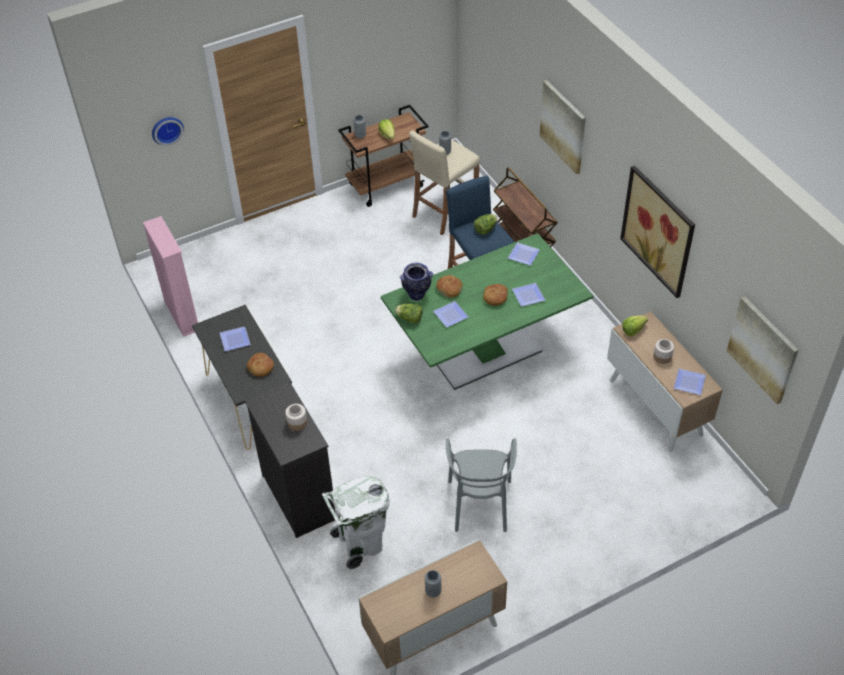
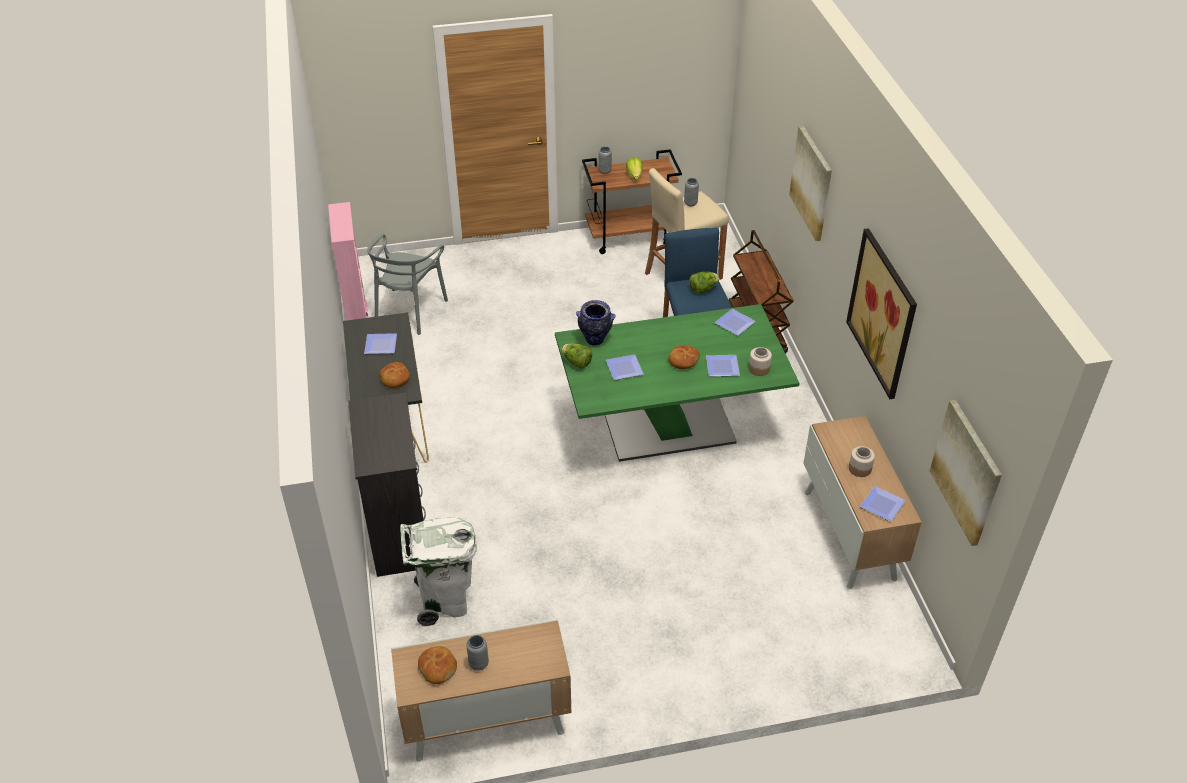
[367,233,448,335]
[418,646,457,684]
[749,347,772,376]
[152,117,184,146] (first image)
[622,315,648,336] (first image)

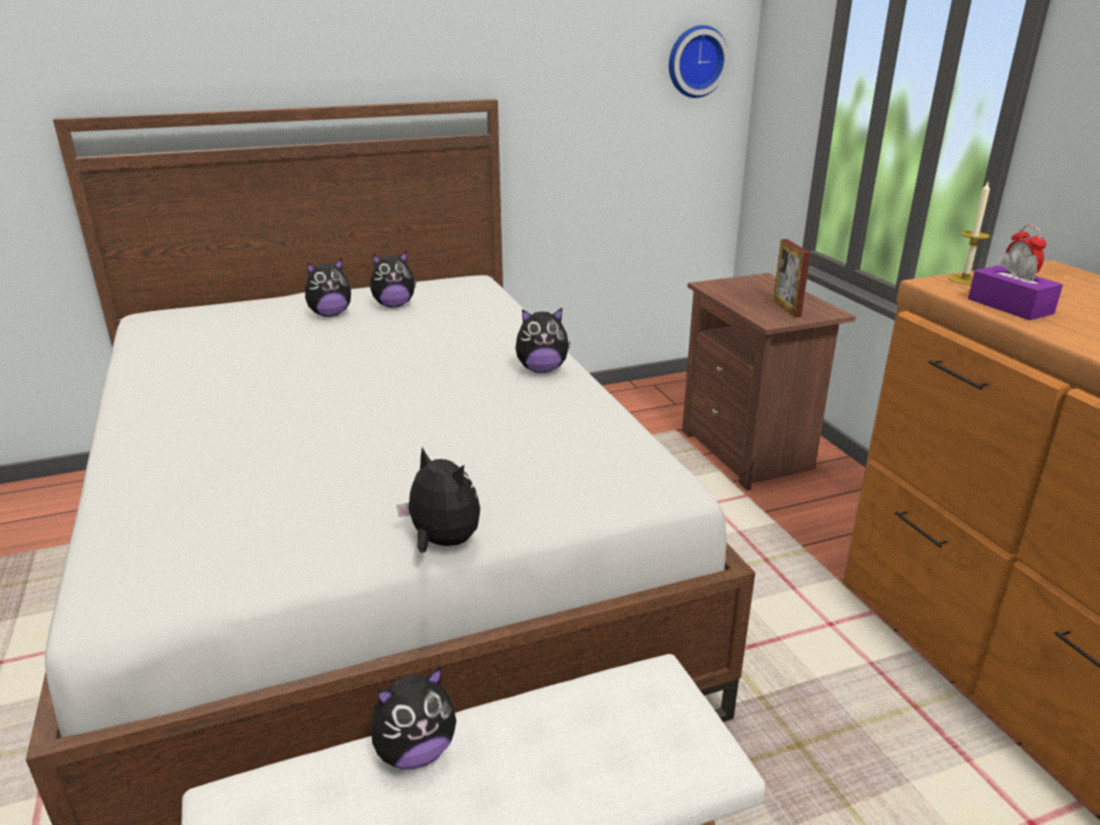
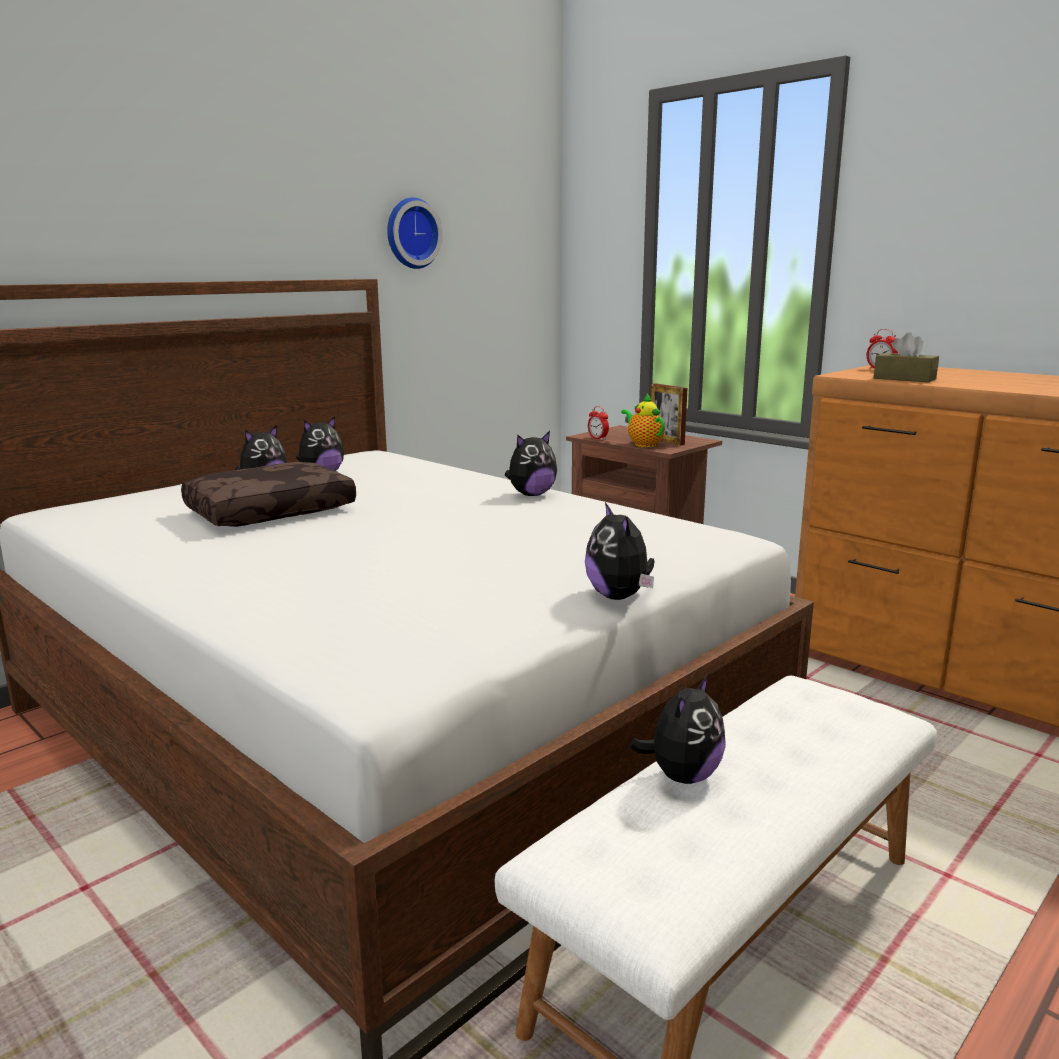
[181,462,356,527]
[387,197,443,269]
[585,502,655,600]
[588,406,609,440]
[621,394,665,448]
[874,332,939,382]
[948,182,990,285] (first image)

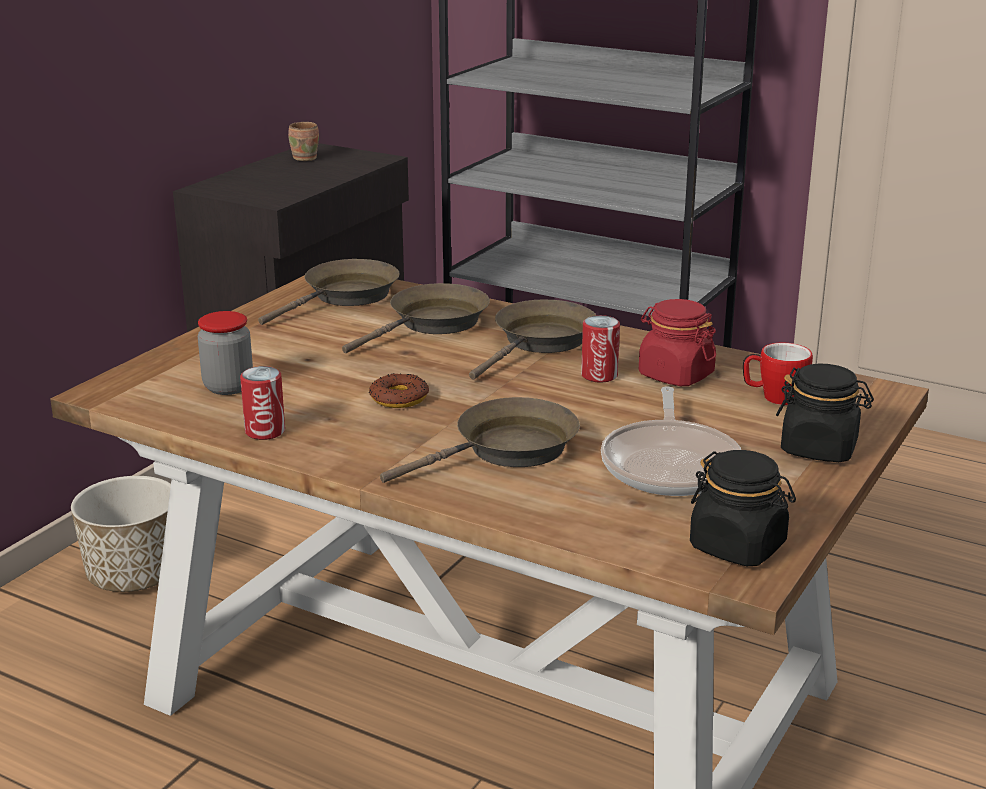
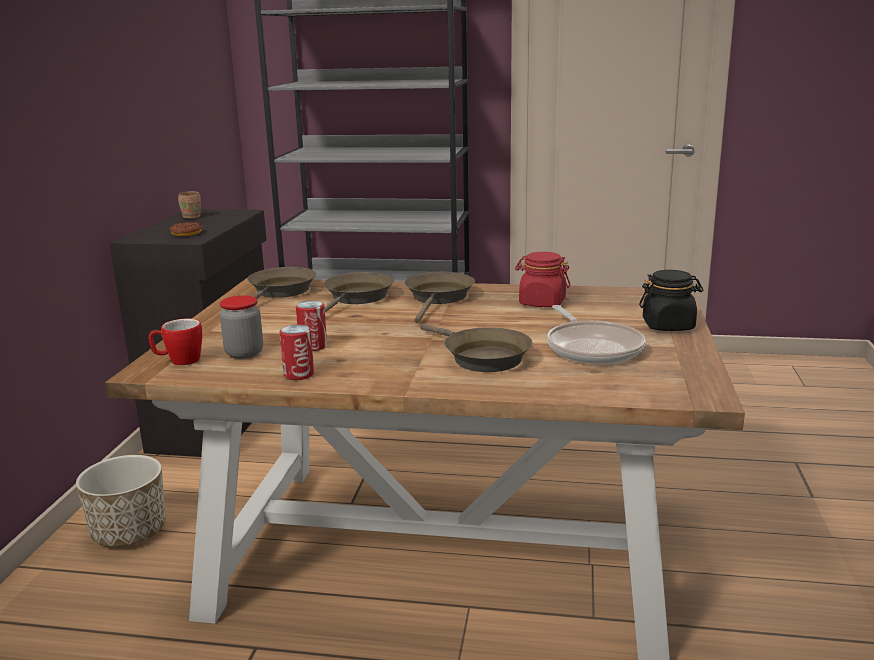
[148,318,202,365]
[169,222,202,236]
[296,300,327,351]
[420,324,532,372]
[690,450,796,566] (first image)

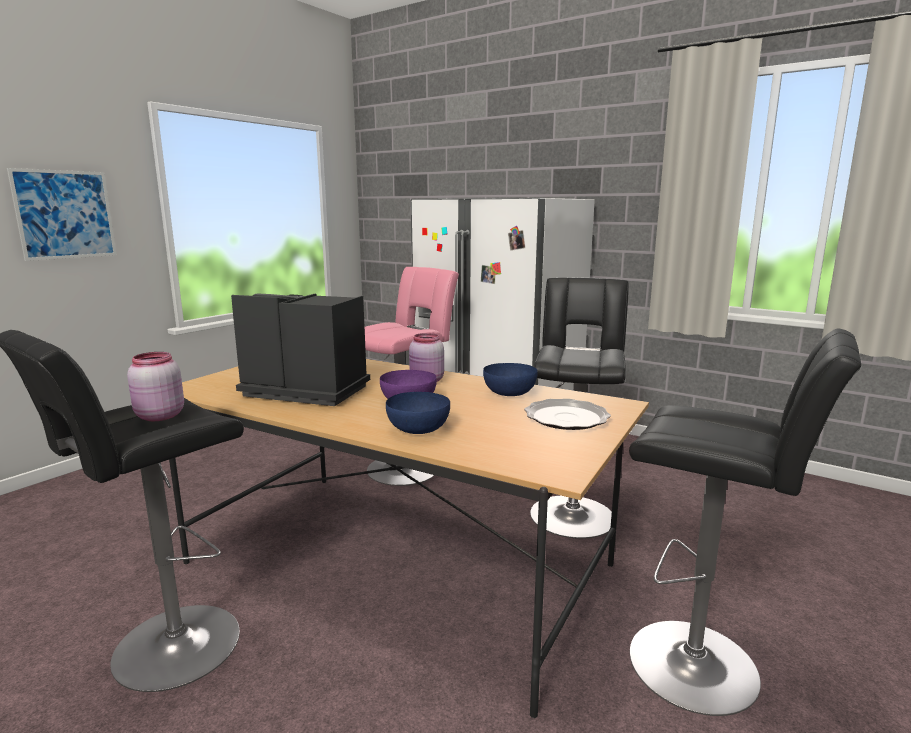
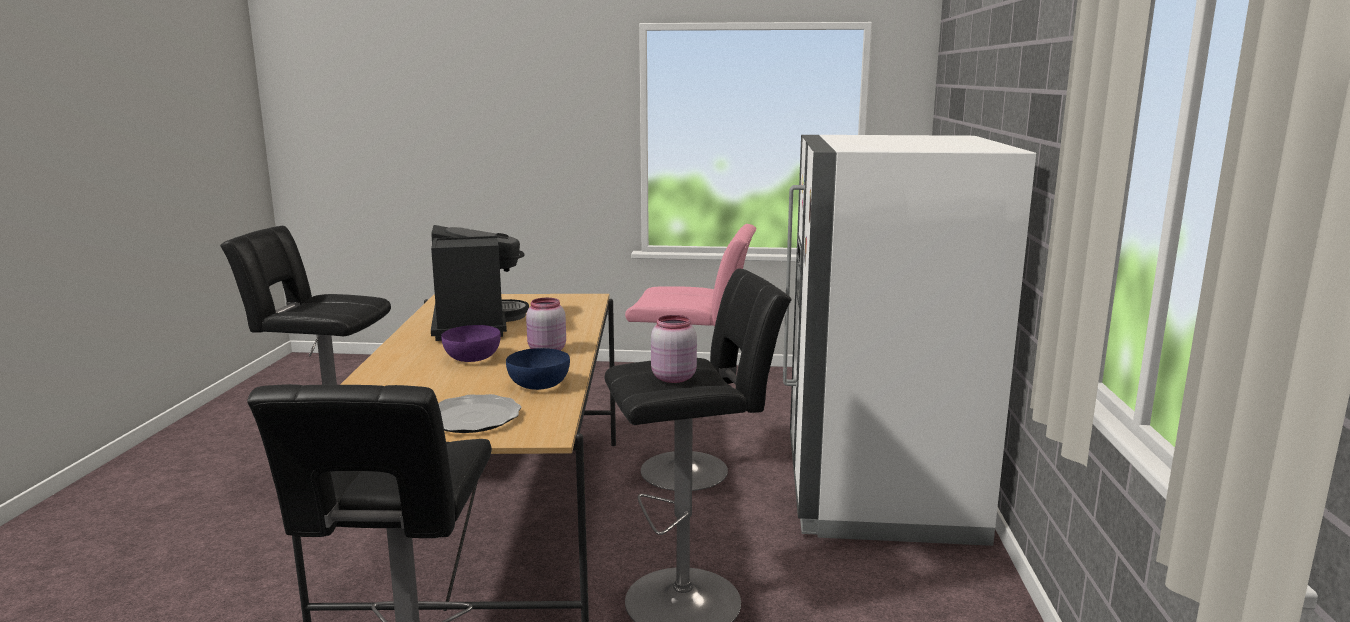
[651,315,697,383]
[7,168,117,261] (first image)
[386,392,450,434] (first image)

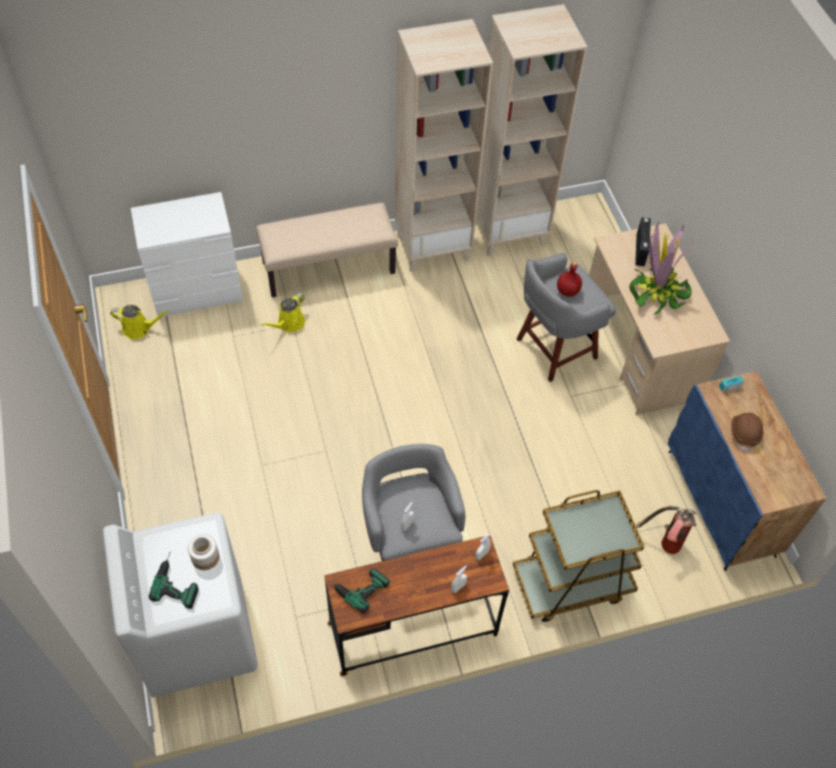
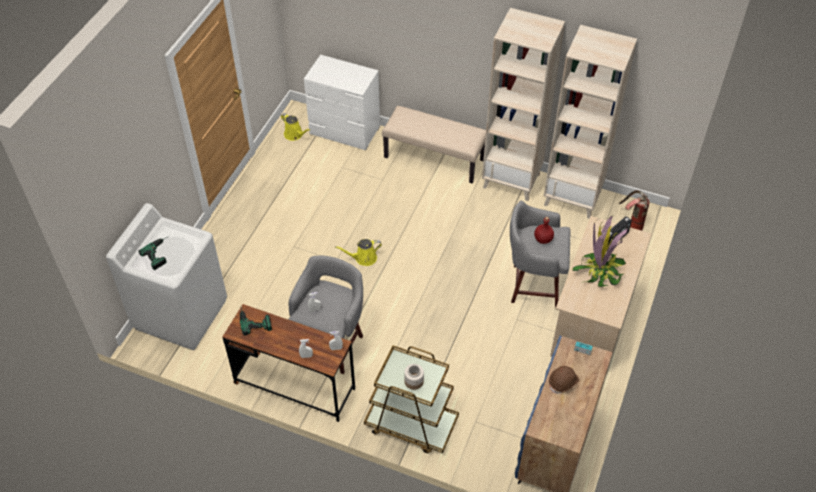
[335,239,382,266]
[404,364,424,390]
[619,190,650,231]

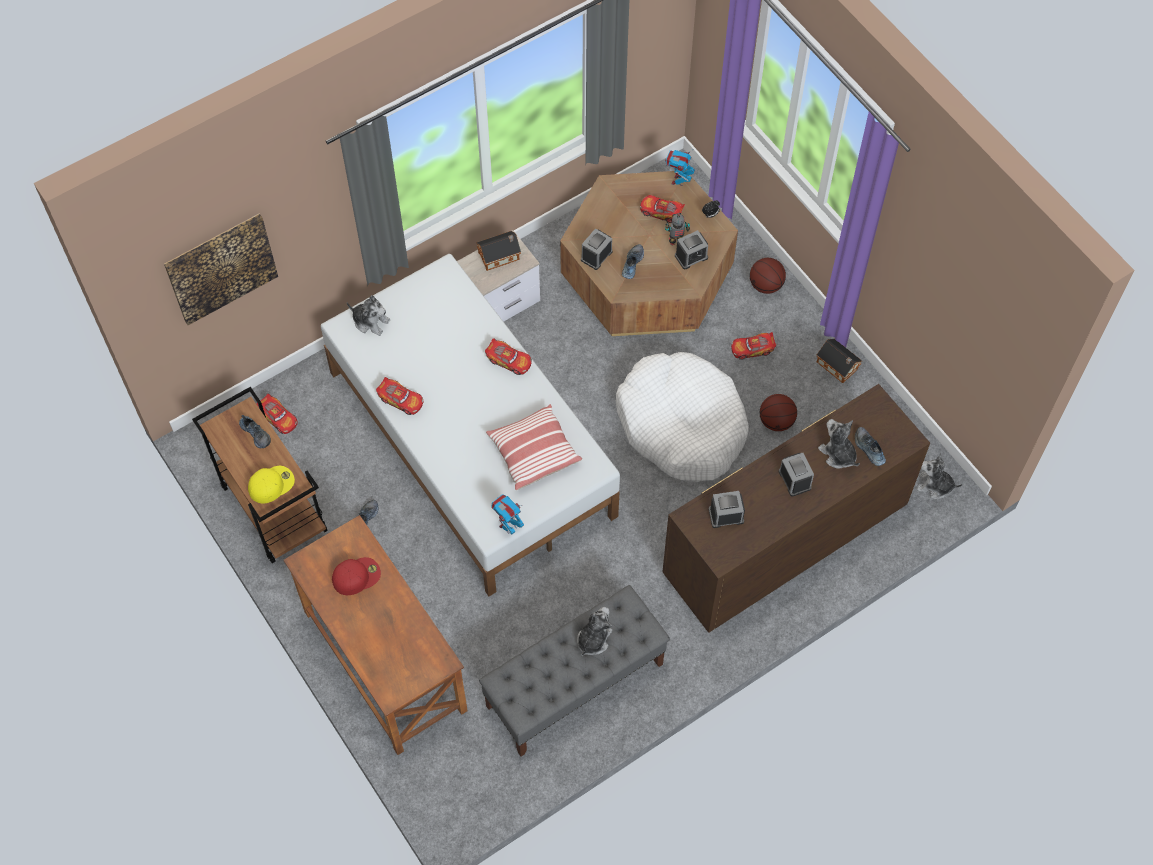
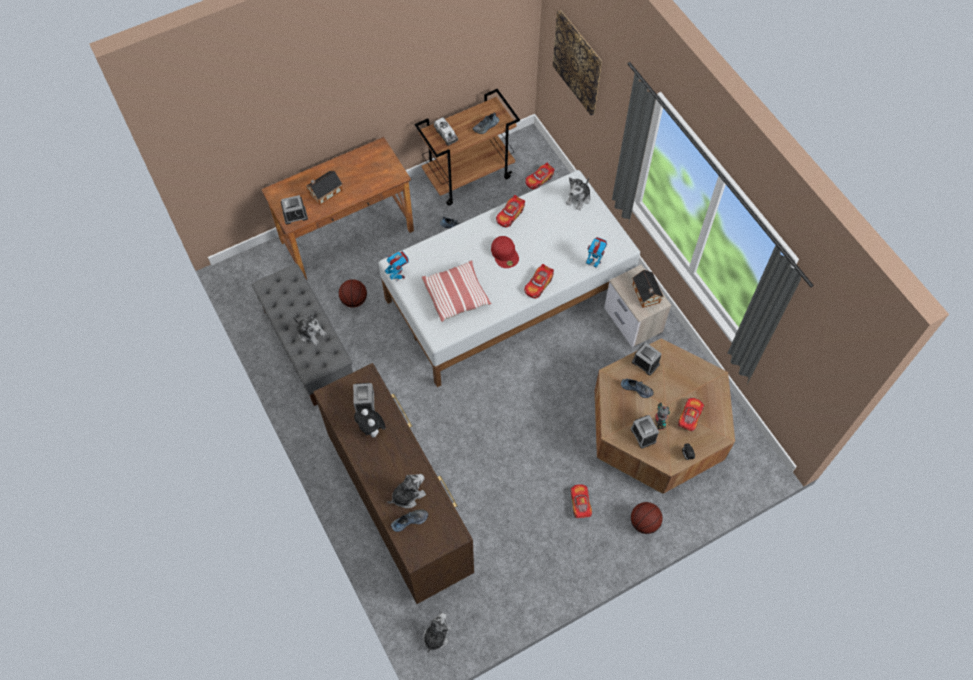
[281,195,308,224]
[306,171,342,205]
[339,279,367,308]
[354,408,386,439]
[434,117,458,146]
[491,236,519,268]
[586,237,607,268]
[616,352,749,482] (first image)

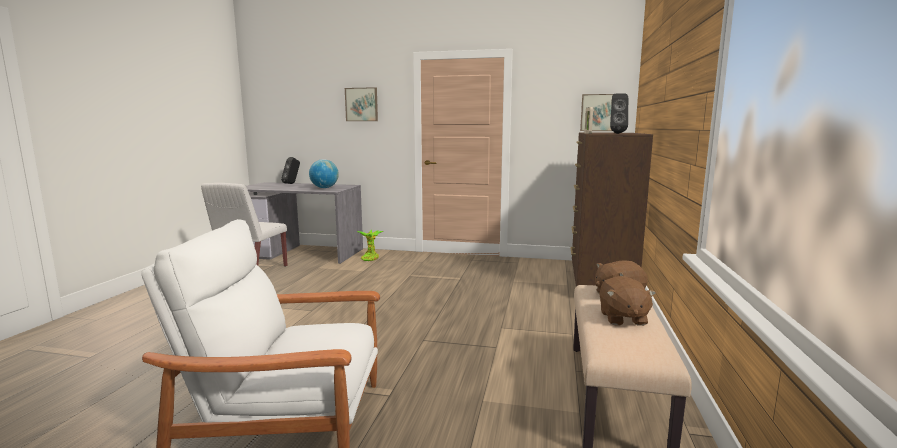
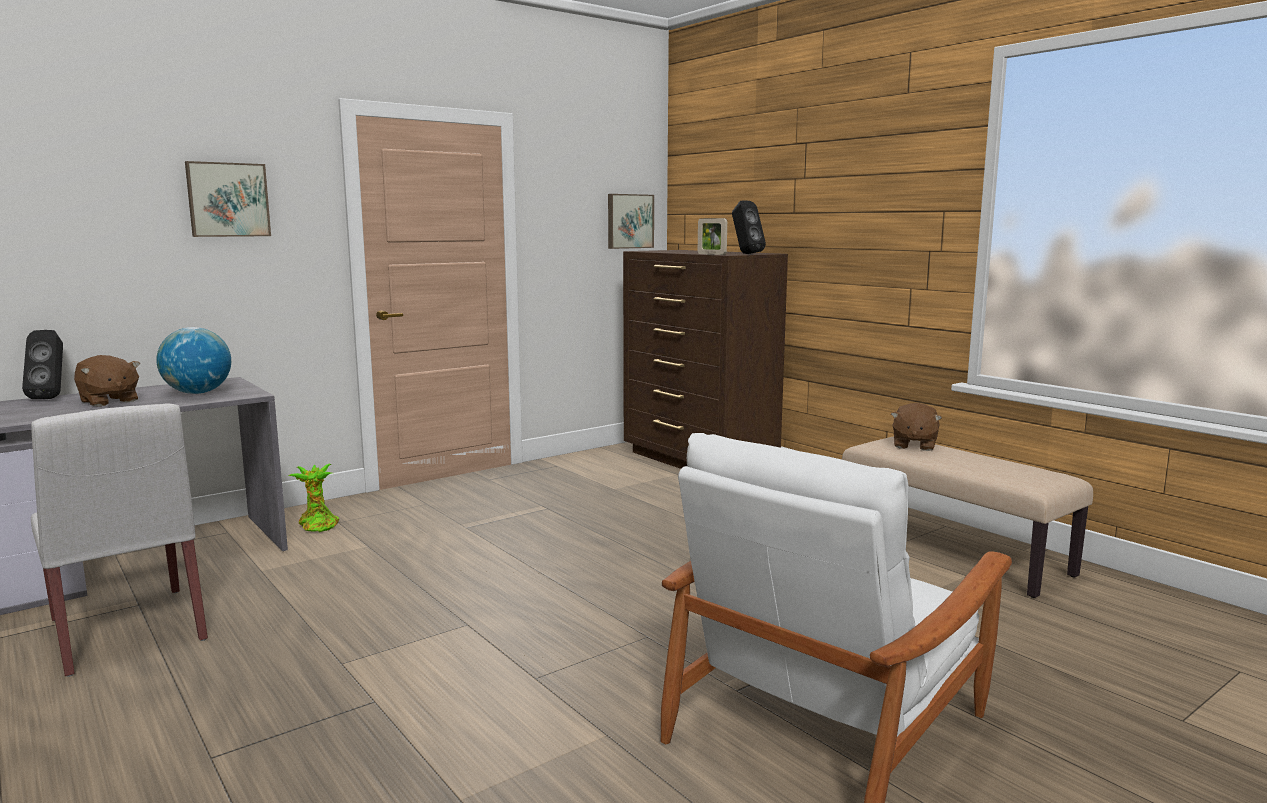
[74,355,140,407]

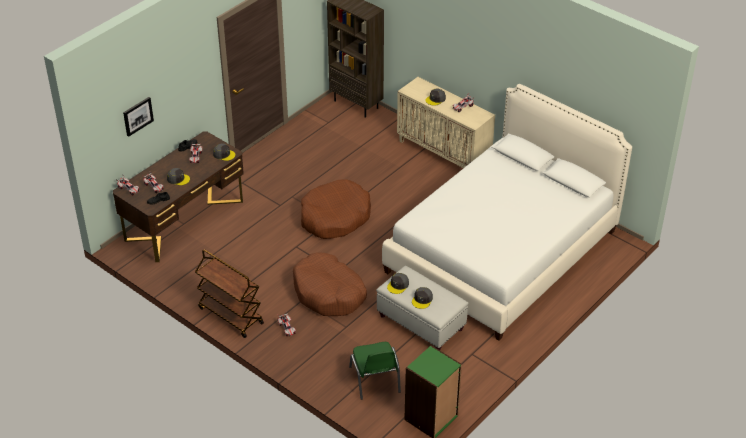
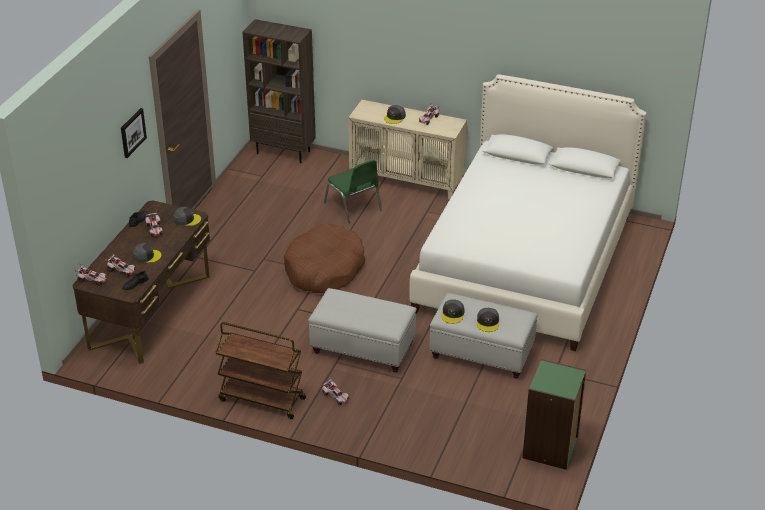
[121,108,147,158]
[308,288,416,373]
[324,160,382,223]

